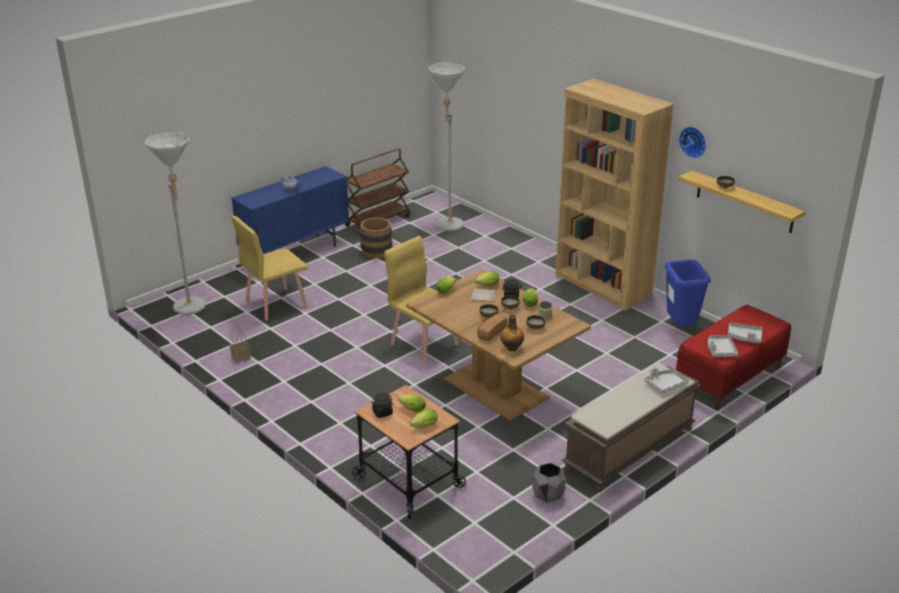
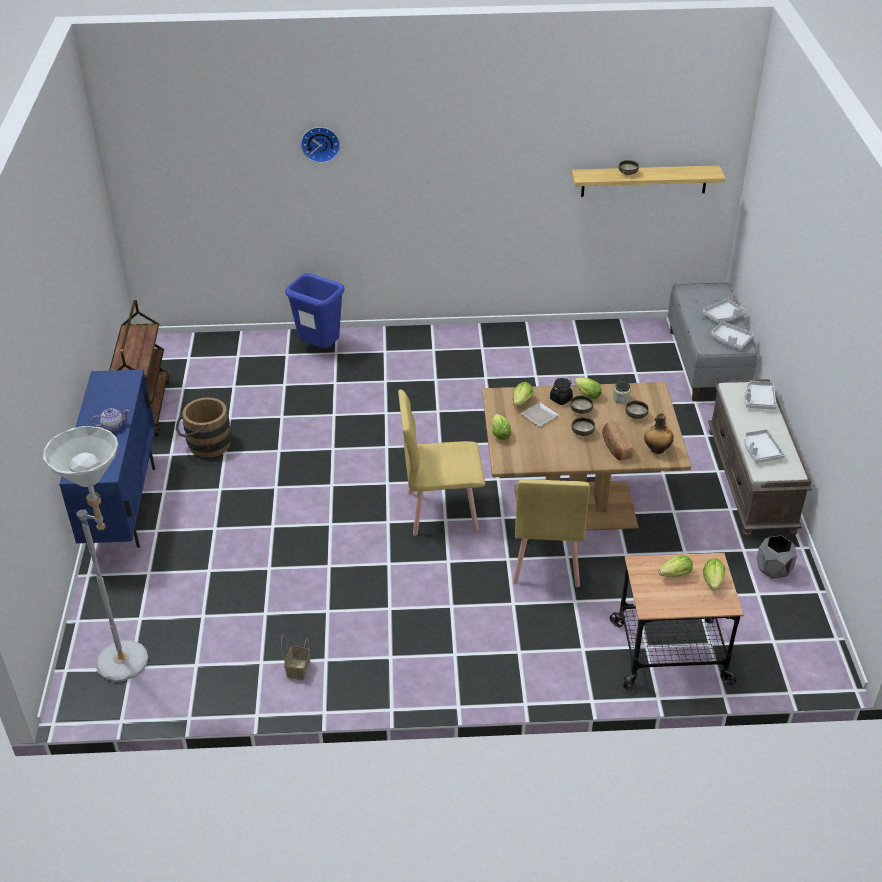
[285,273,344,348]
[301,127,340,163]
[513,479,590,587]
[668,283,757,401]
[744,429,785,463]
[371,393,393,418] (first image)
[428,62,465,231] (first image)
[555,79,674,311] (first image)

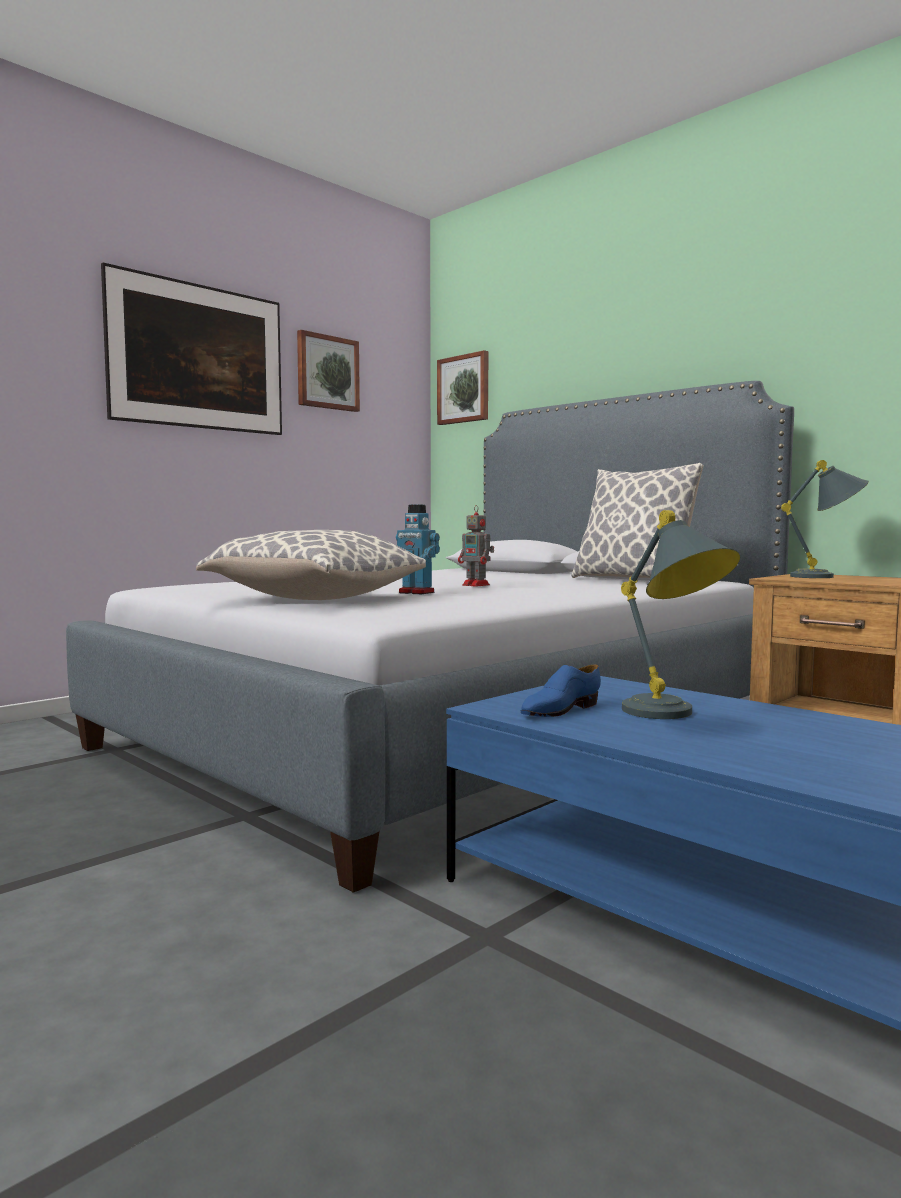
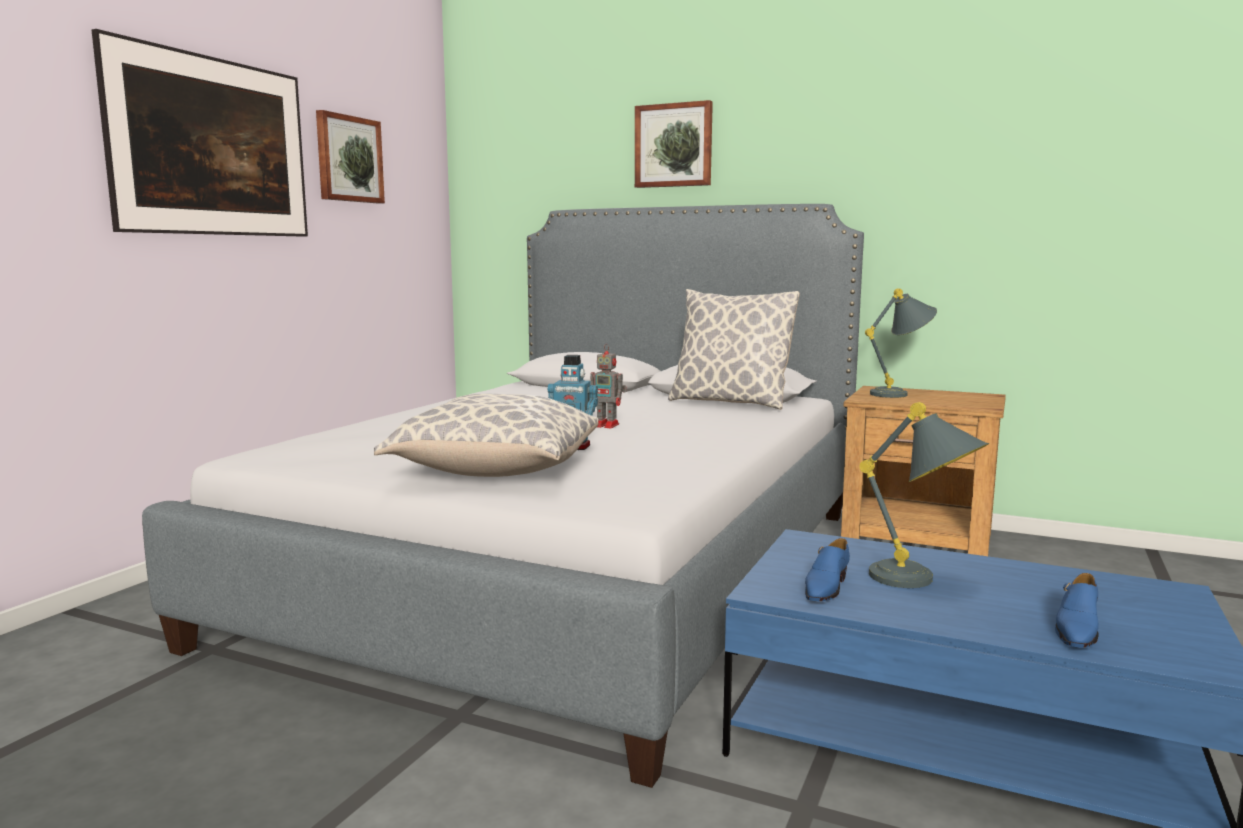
[635,100,713,188]
[1055,573,1099,647]

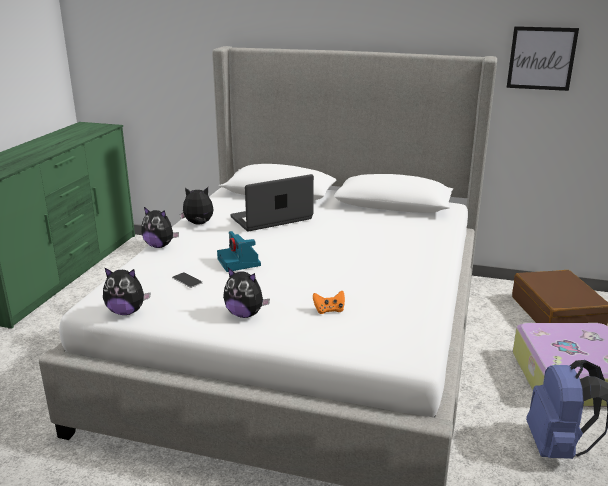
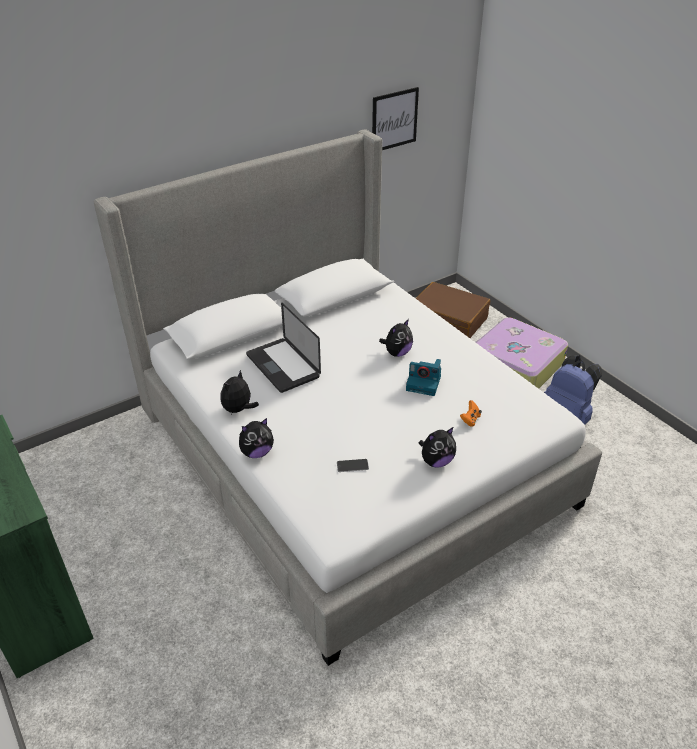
[246,302,321,393]
[379,319,413,357]
[406,359,441,396]

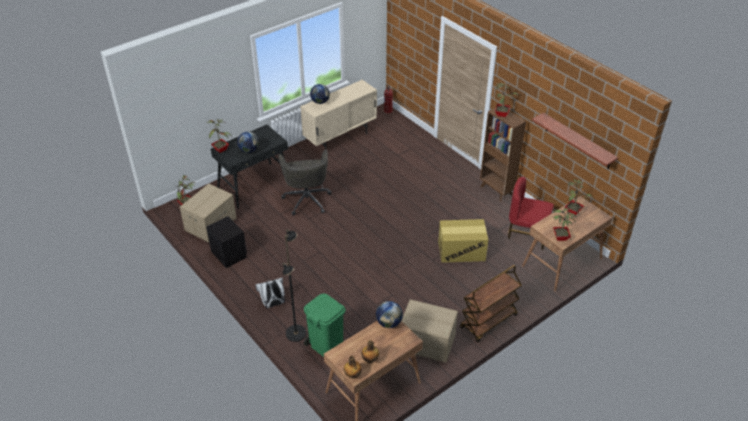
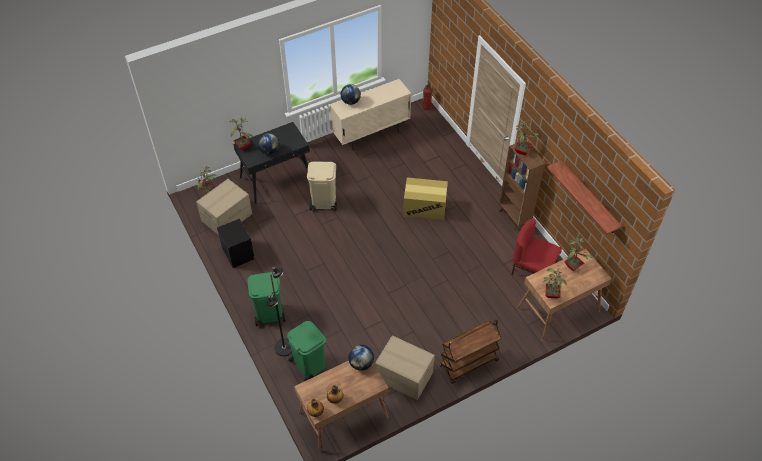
[247,272,285,326]
[307,161,337,211]
[403,177,448,220]

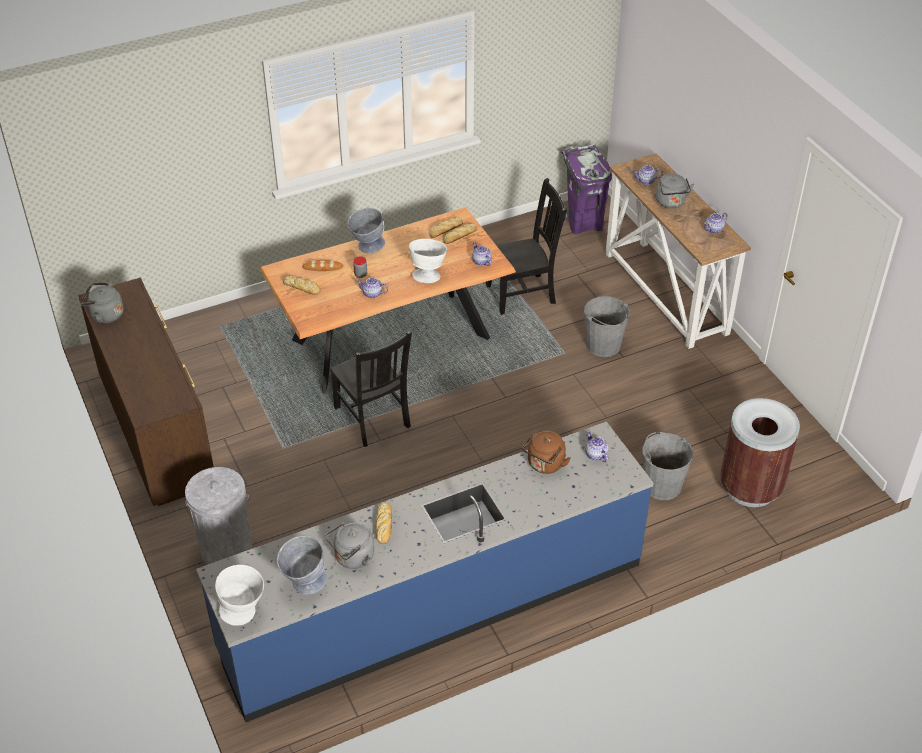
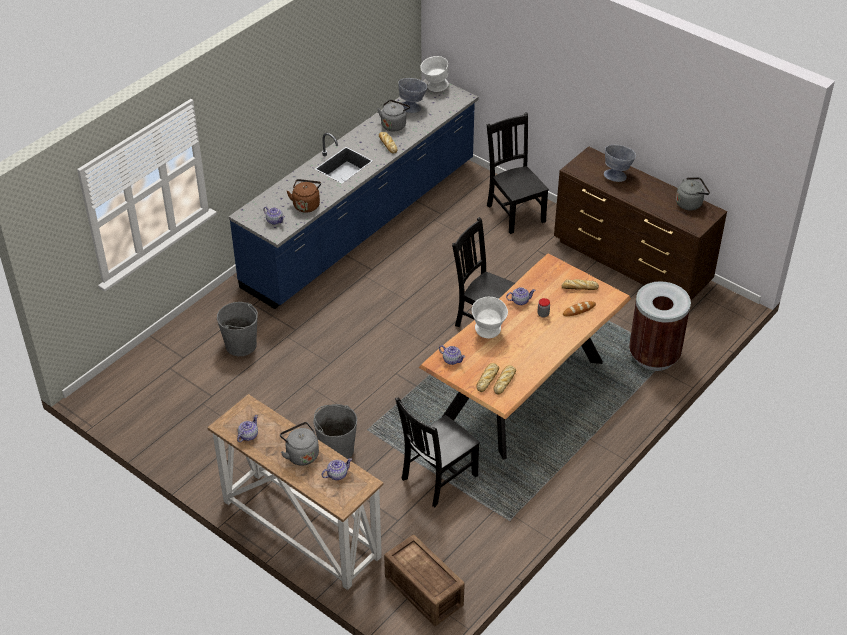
[384,535,465,626]
[487,112,549,234]
[604,145,636,182]
[629,281,691,371]

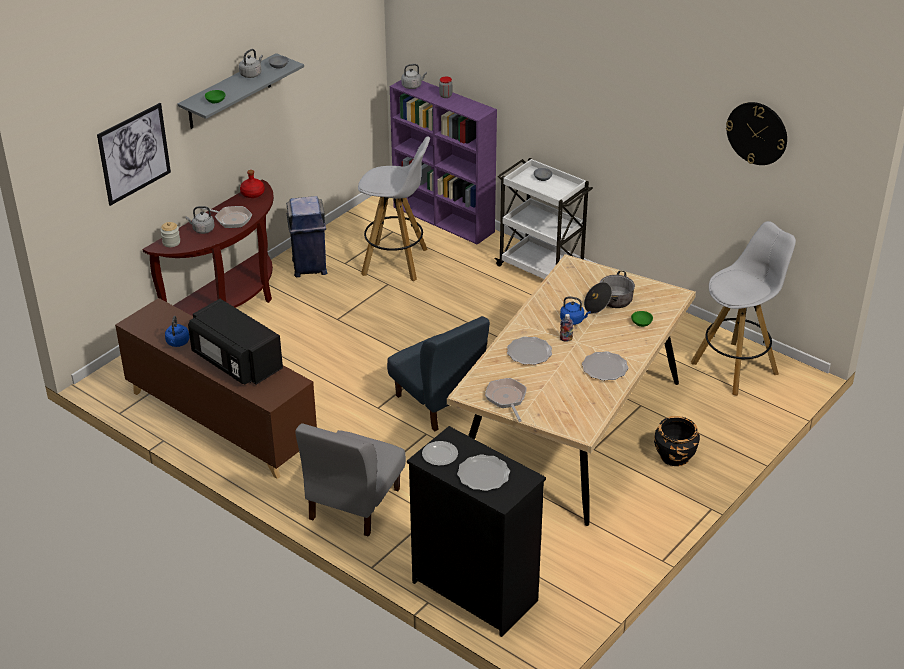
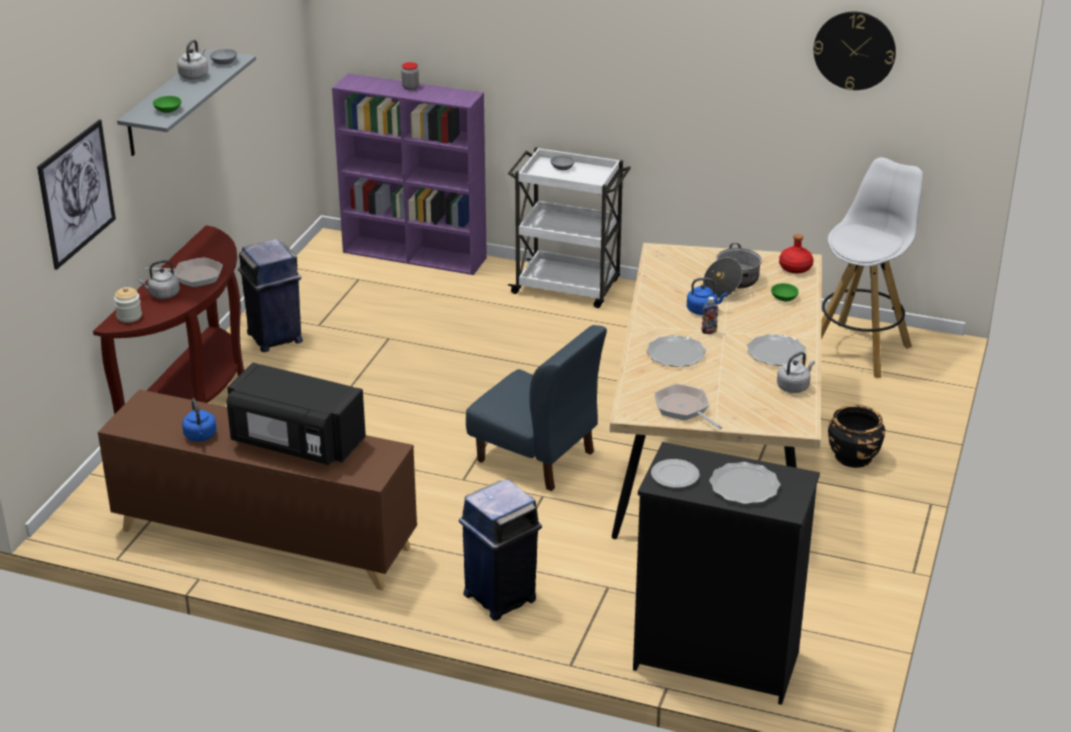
[459,479,542,620]
[777,352,815,393]
[779,234,813,274]
[358,136,430,281] (first image)

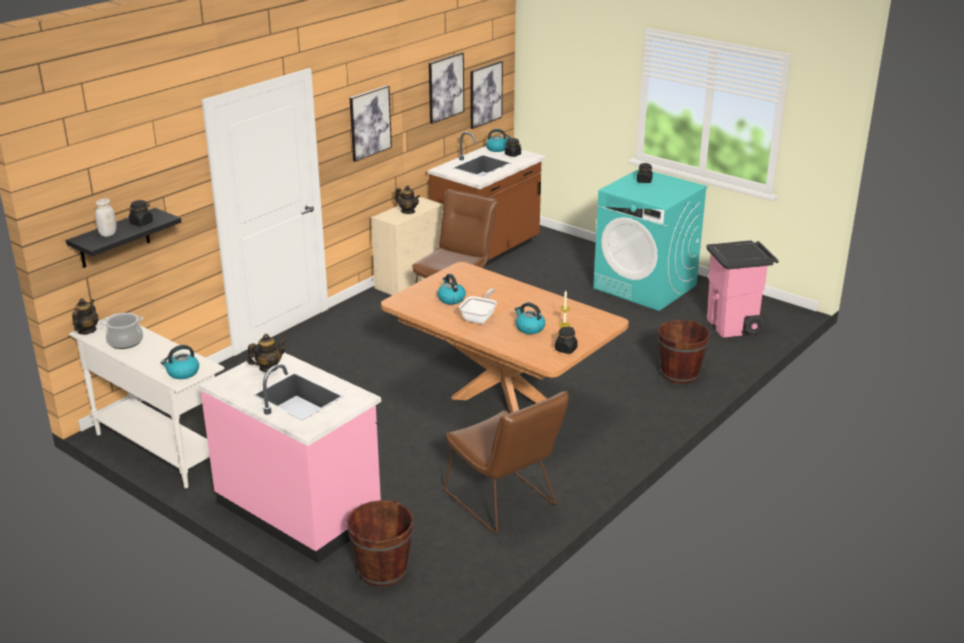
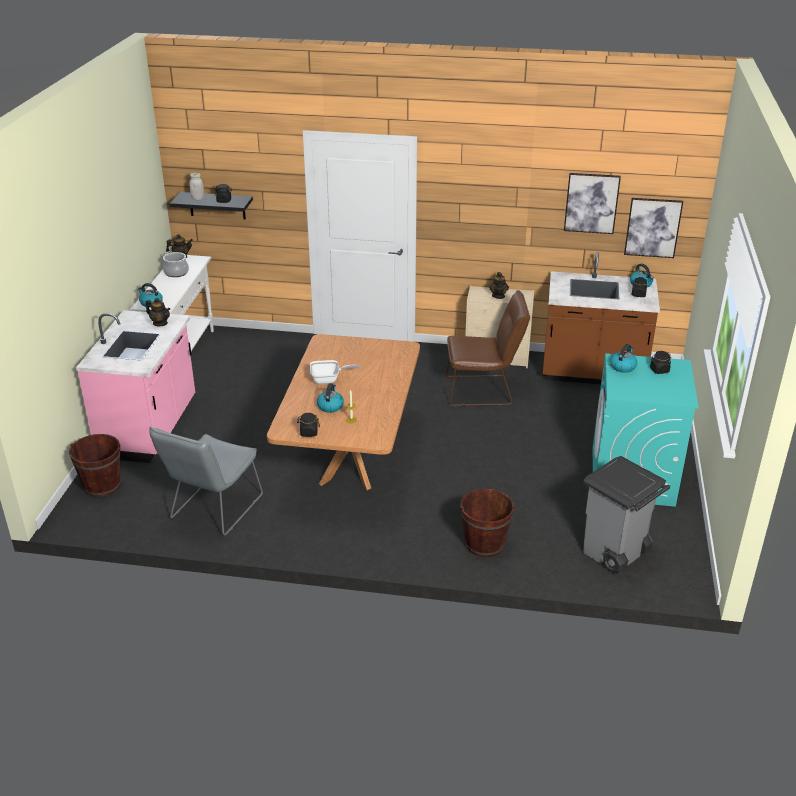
[149,427,263,536]
[583,456,670,573]
[610,344,637,373]
[350,85,392,162] (first image)

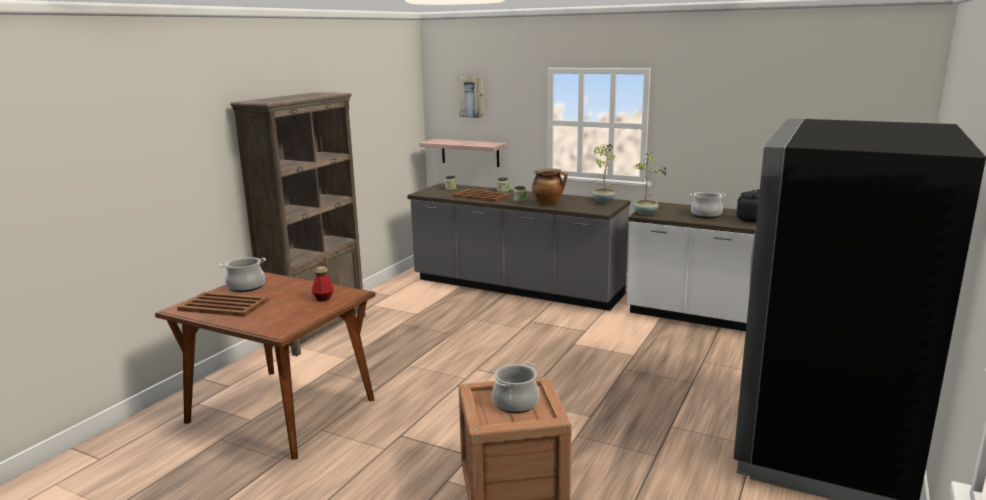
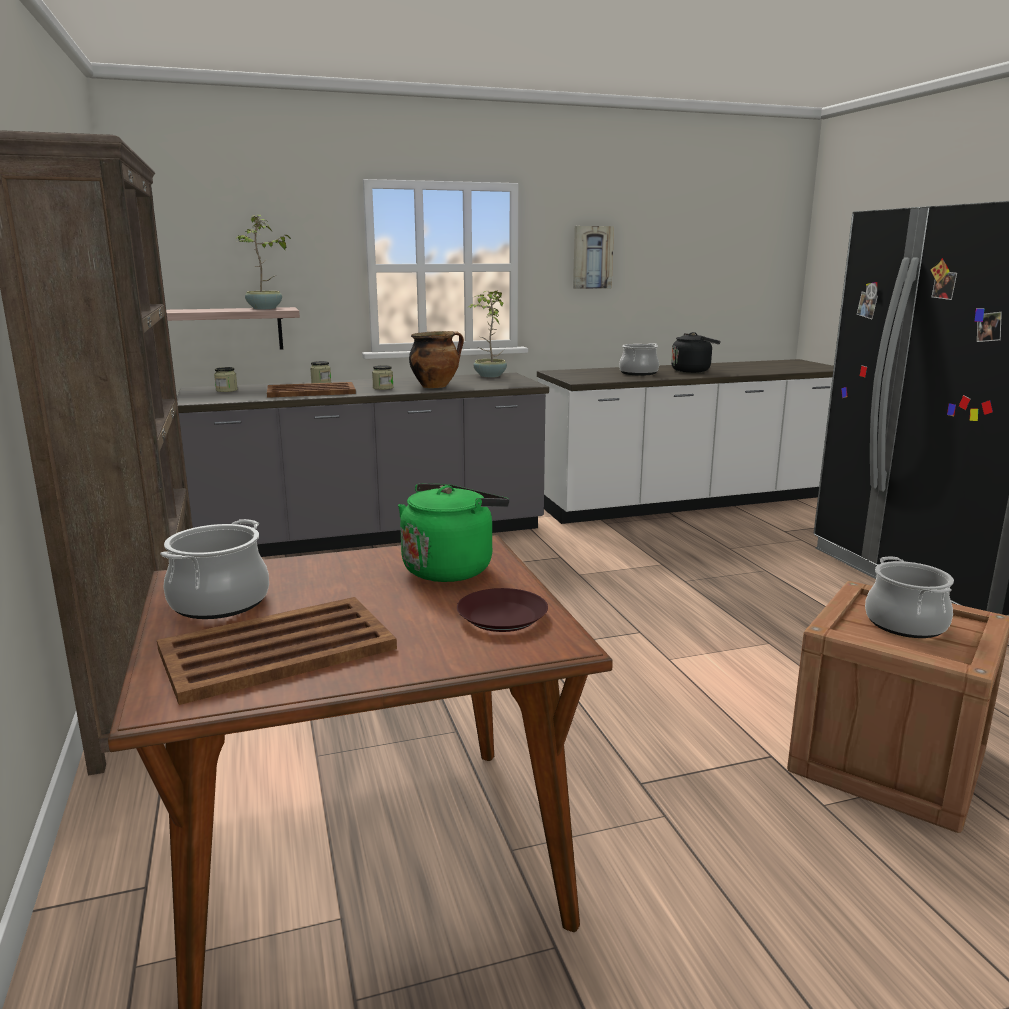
[235,215,291,309]
[398,484,509,582]
[457,588,548,632]
[573,226,614,289]

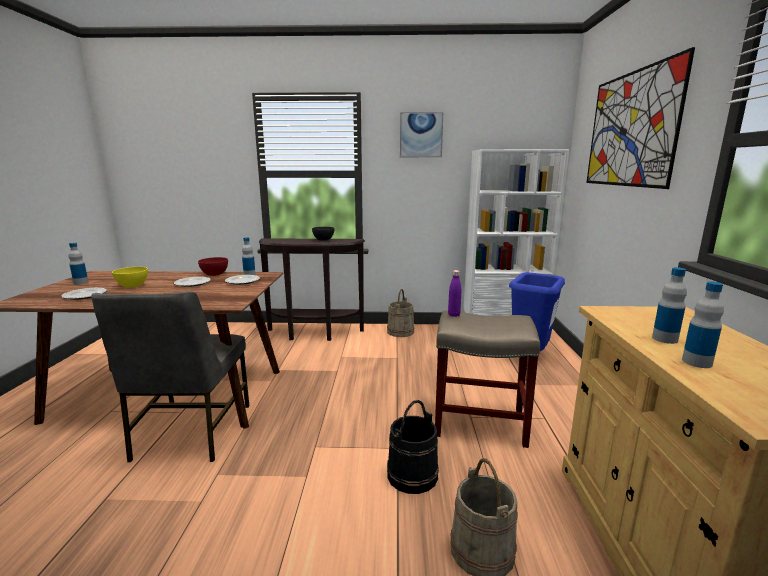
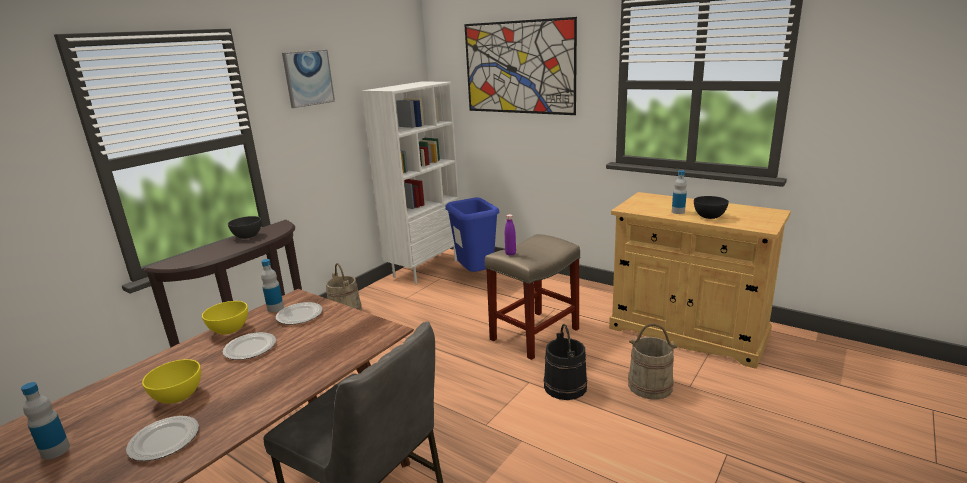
[202,301,248,335]
[694,196,729,219]

